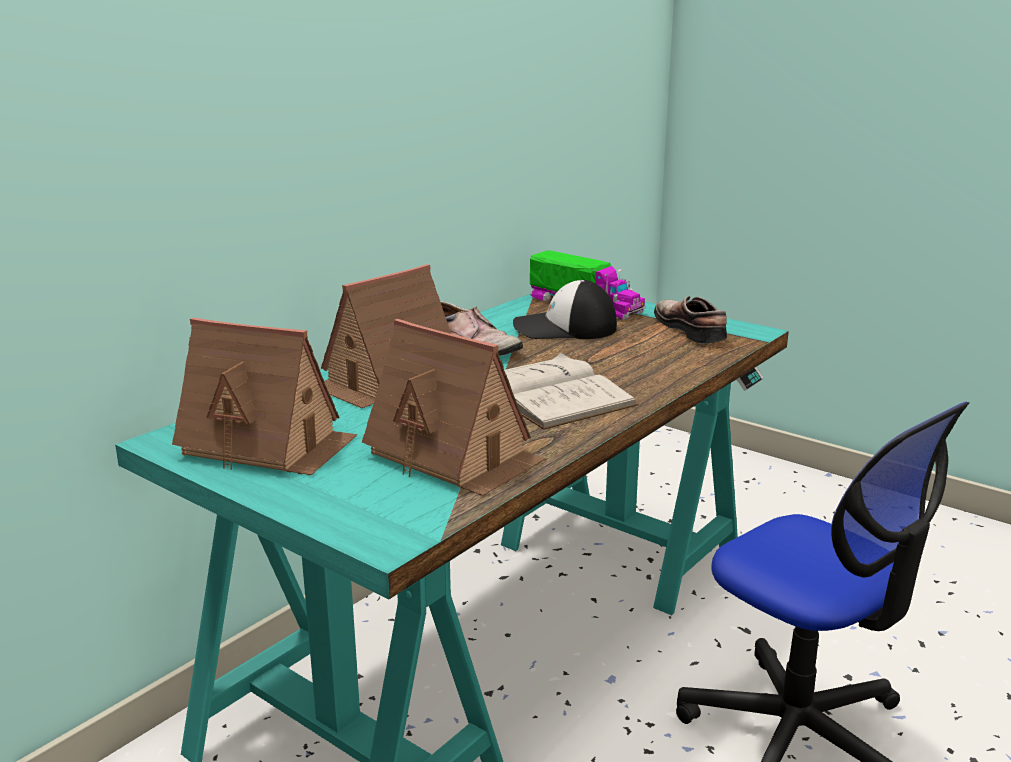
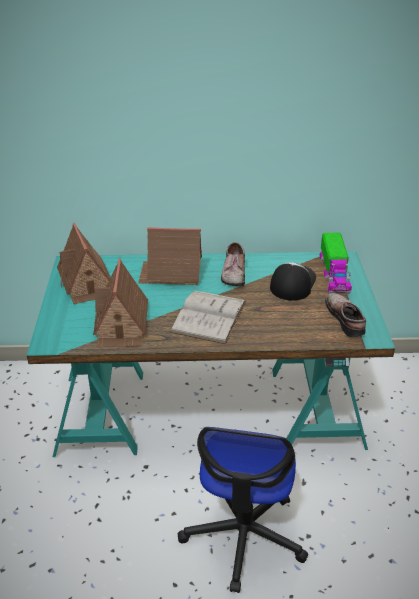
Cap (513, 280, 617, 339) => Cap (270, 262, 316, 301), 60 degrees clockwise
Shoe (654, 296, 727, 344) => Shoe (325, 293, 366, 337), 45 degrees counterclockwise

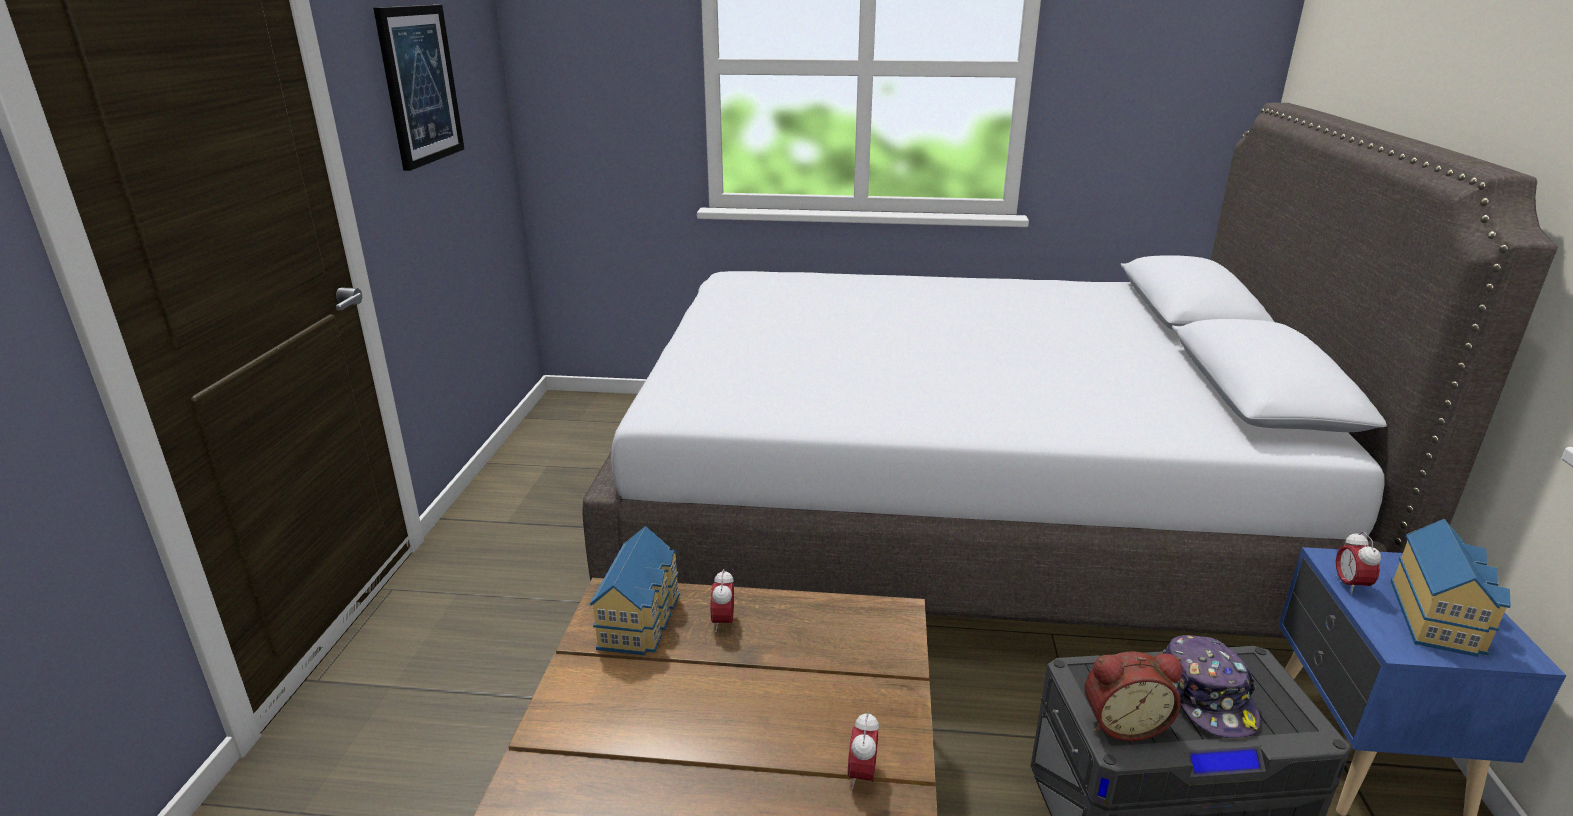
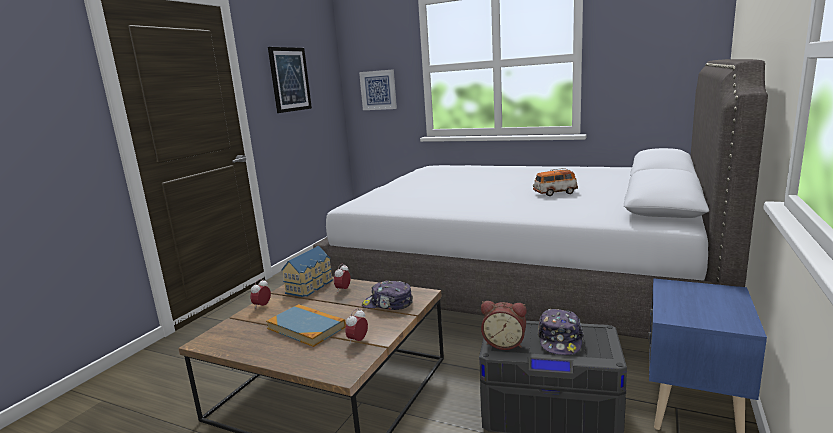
AlarmClock (1335, 531, 1381, 595) => AlarmClock (250, 279, 271, 309), moved
ToyHouse (1391, 519, 1511, 657) => nothing
nothing => Book (266, 304, 346, 347)
nothing => Picture (359, 69, 397, 110)
nothing => Cap (362, 280, 413, 310)
nothing => ToyCar (533, 168, 578, 196)

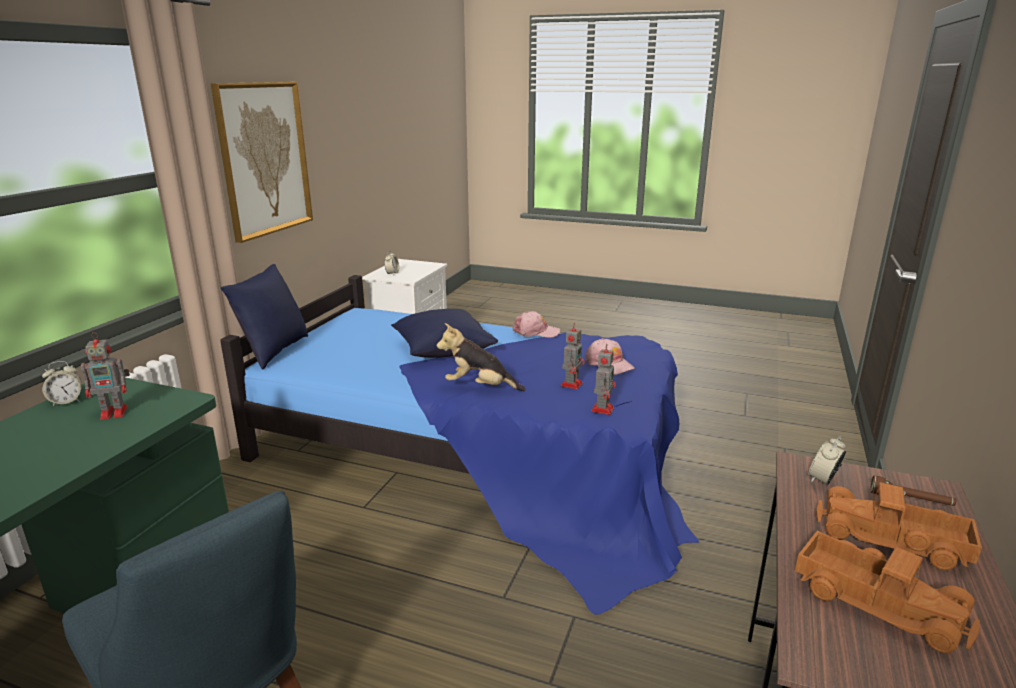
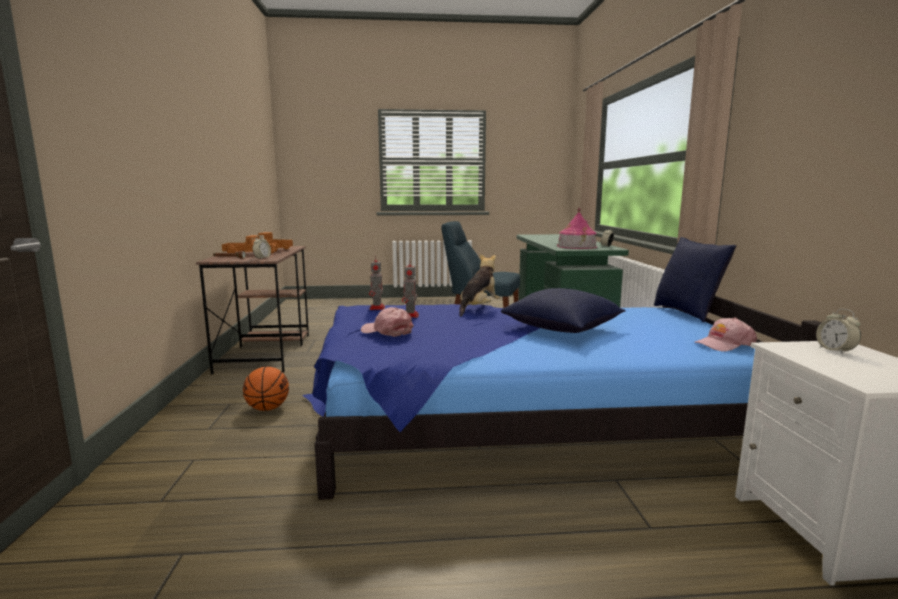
ToyRobot (81, 332, 130, 420) => ToyHouse (557, 208, 597, 249)
Picture (211, 82, 313, 243) => nothing
PlushToy (437, 323, 526, 391) => PlushToy (459, 254, 500, 316), 45 degrees counterclockwise
PinkCap (513, 311, 561, 338) => PinkCap (694, 317, 757, 352), moved
nothing => Basketball (243, 367, 289, 411)

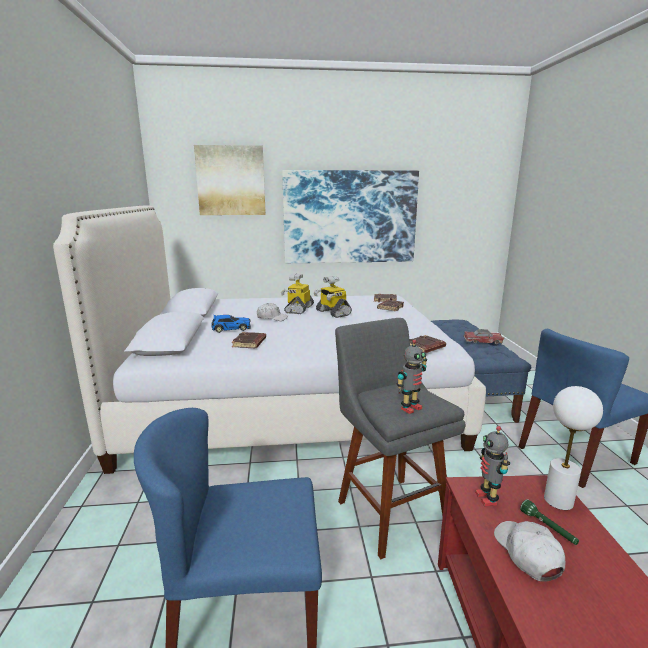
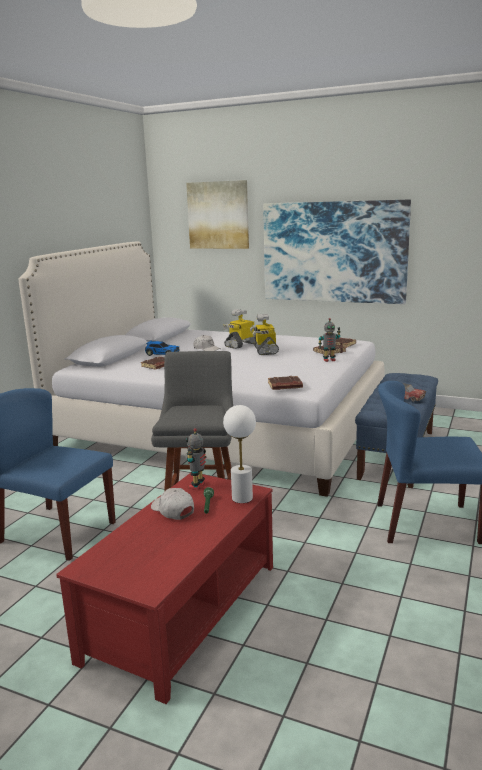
ToyRobot (397, 339, 427, 414) => ToyRobot (318, 318, 341, 362), moved
WhiteCap (494, 521, 565, 582) => WhiteCap (151, 488, 194, 520), 60 degrees counterclockwise

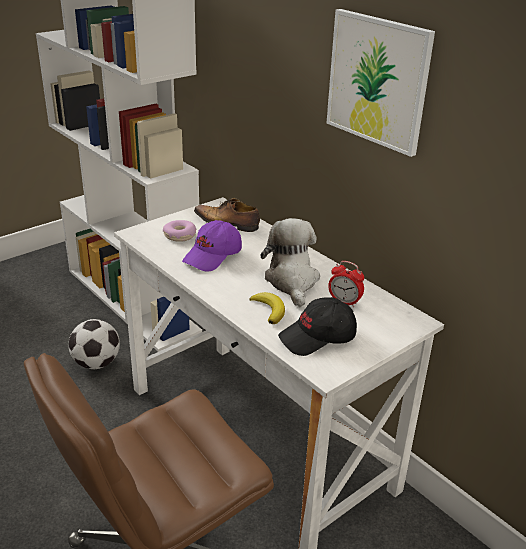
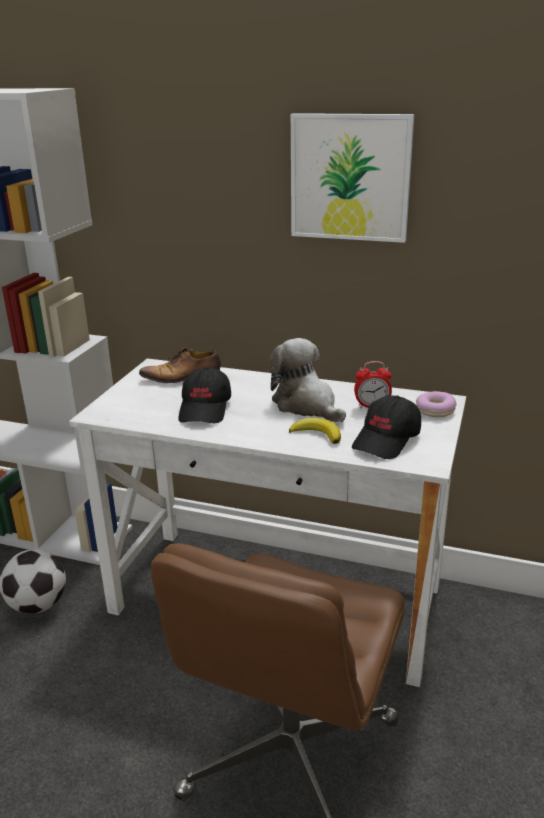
Donut (163, 220, 196, 242) => Donut (416, 391, 456, 417), moved
PurpleCap (182, 220, 242, 272) => BlackCap (178, 367, 231, 423)

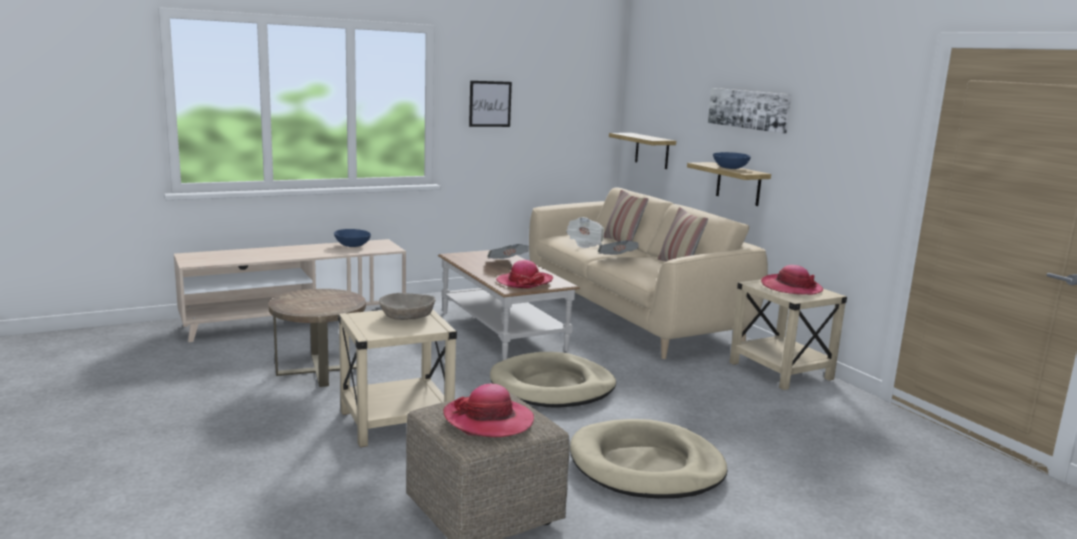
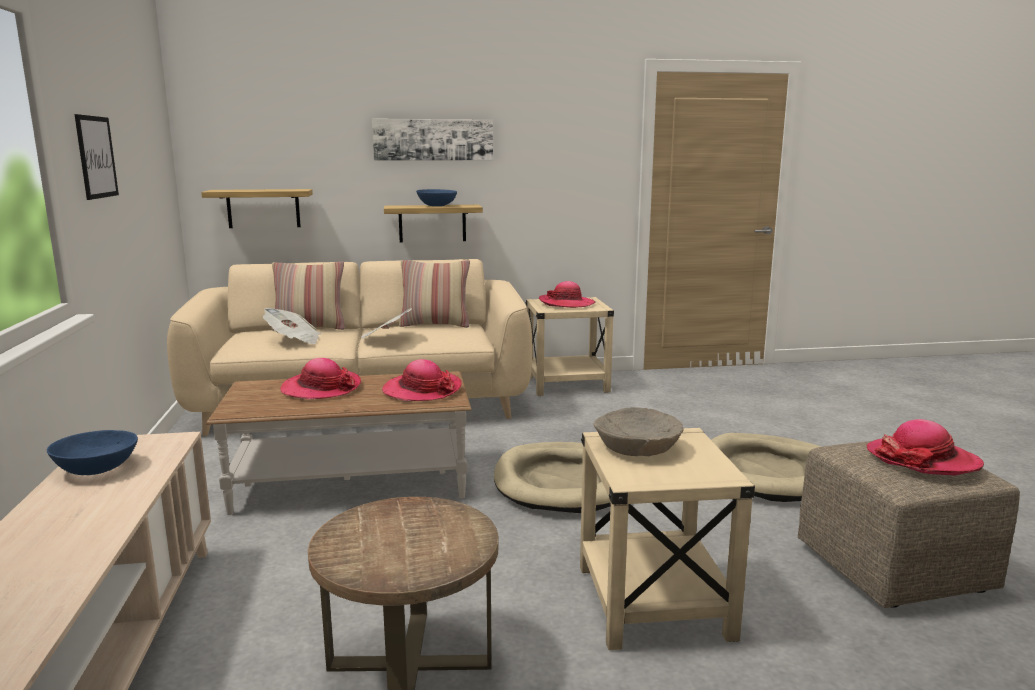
Newspaper (487, 244, 529, 259) => Hat (280, 358, 361, 399)

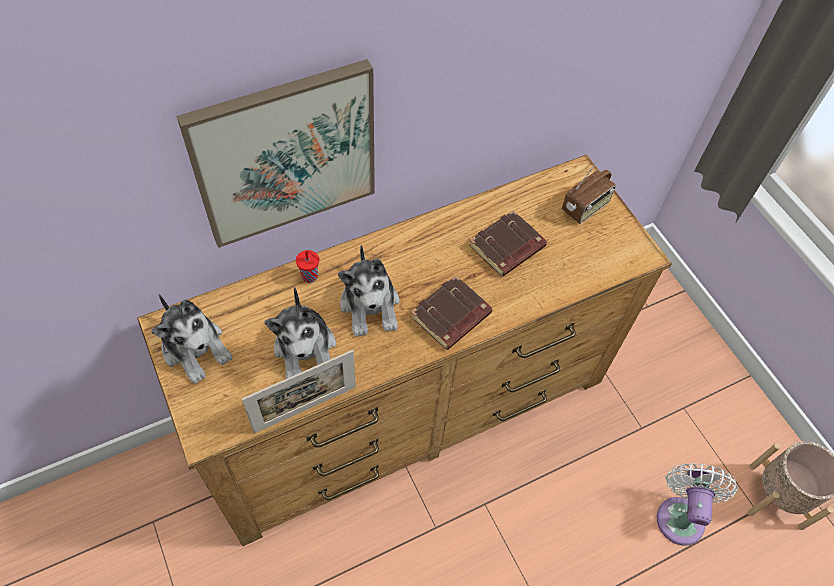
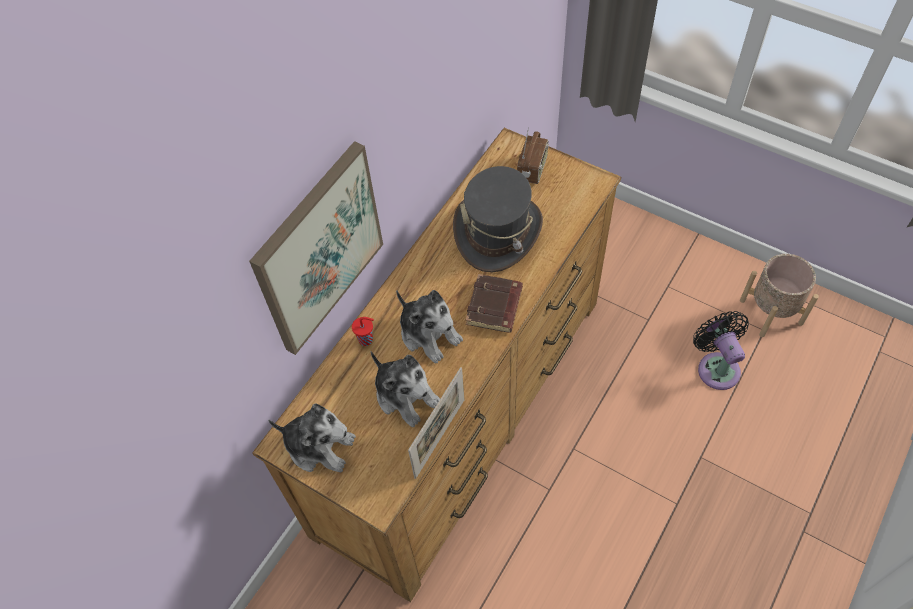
BrownBook (469, 210, 547, 277) => GreyHat (453, 166, 543, 273)
WhiteFan (657, 463, 737, 545) => BlackFan (693, 311, 749, 390)

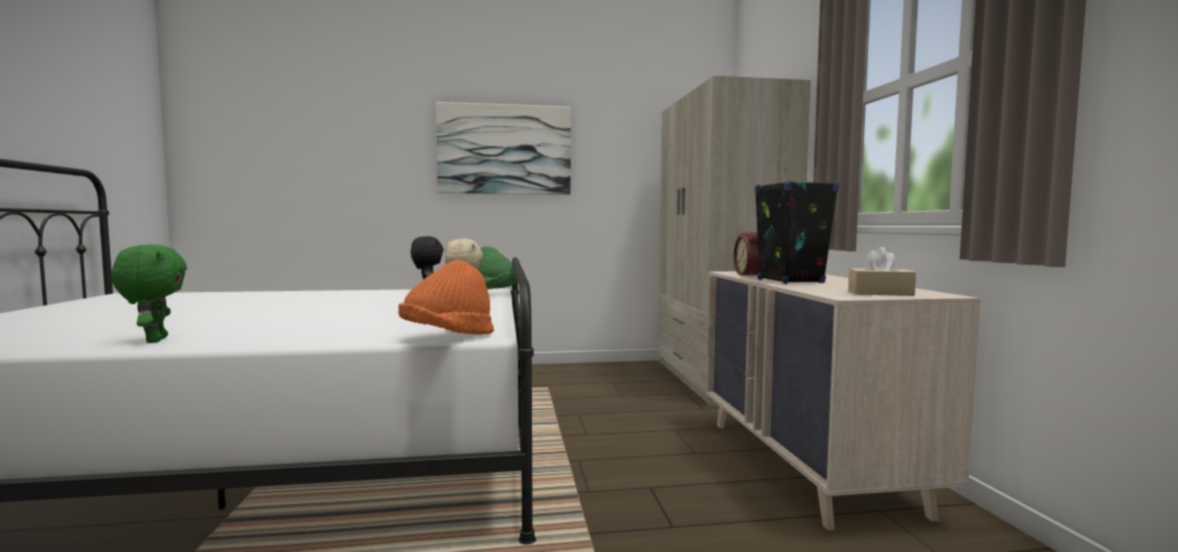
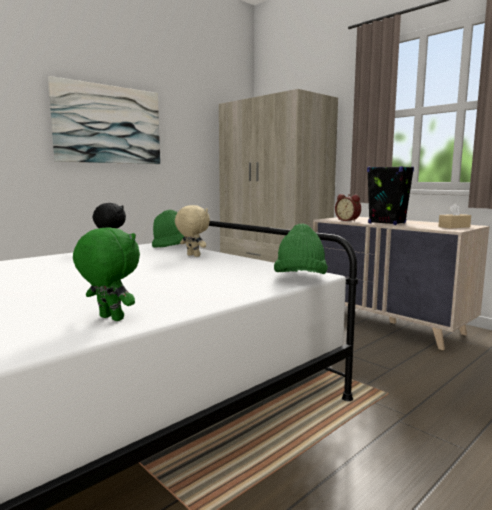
OrangeHat (398, 260, 494, 335) => GreenHat (274, 224, 328, 274)

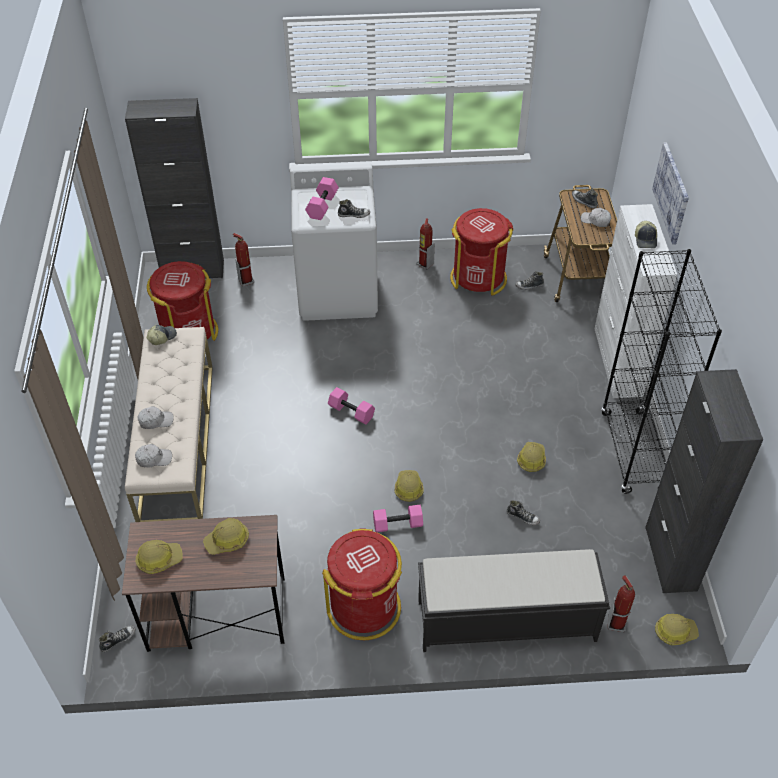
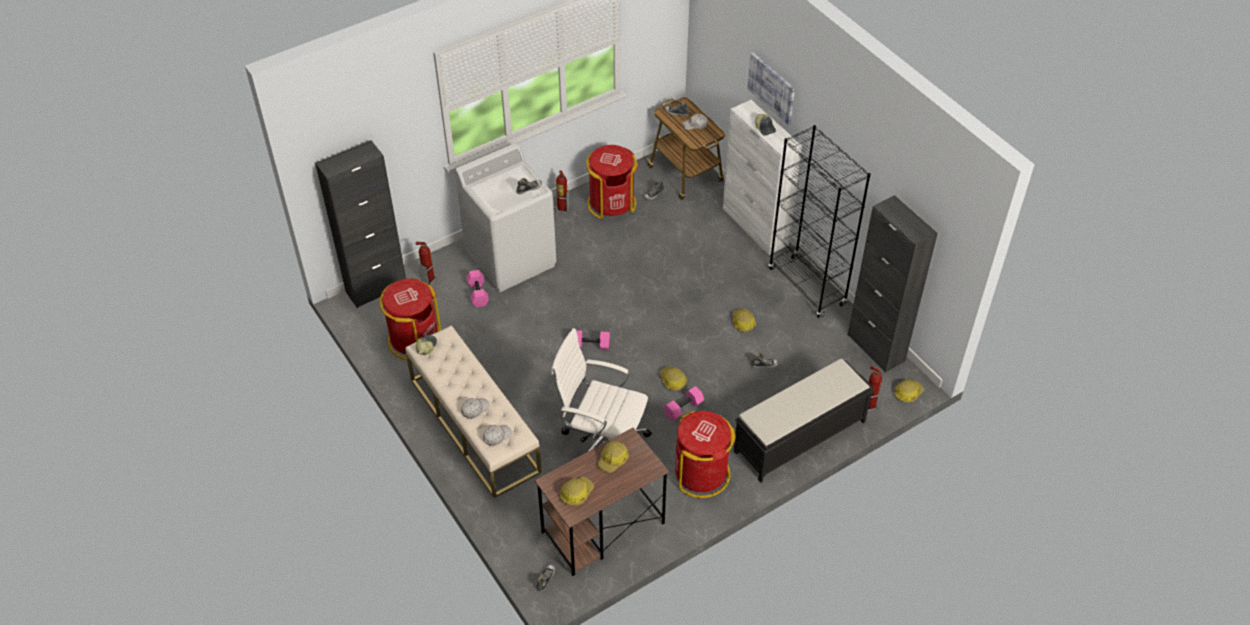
PinkDumbbell (305, 177, 339, 220) => PinkDumbbell (466, 270, 489, 307), moved
nothing => WhiteOfficeChair (551, 328, 652, 451)

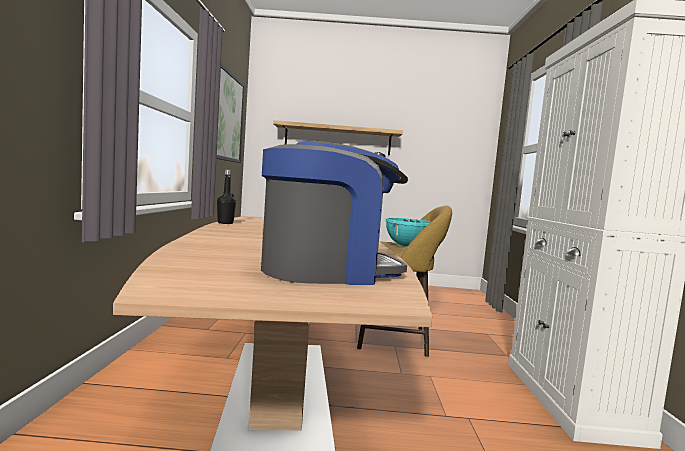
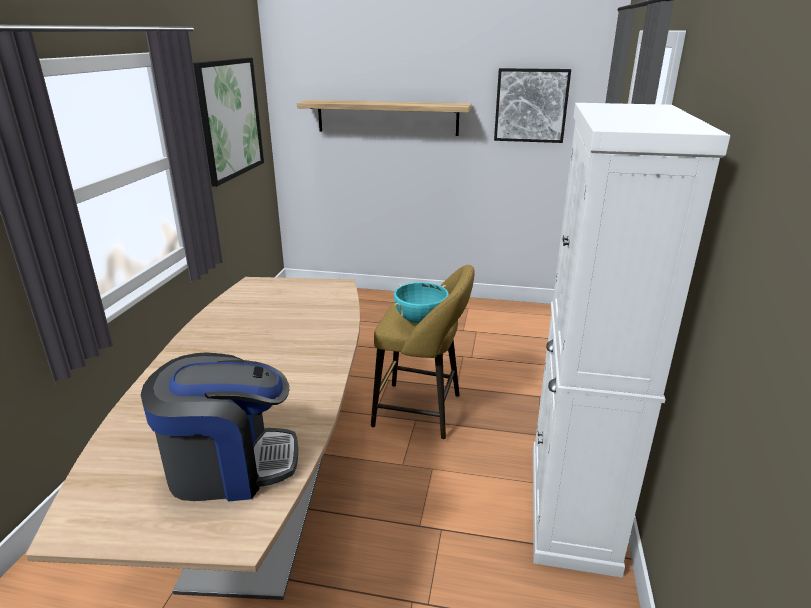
BlackBottle (217, 170, 236, 224) => nothing
nothing => Picture (494, 68, 571, 143)

